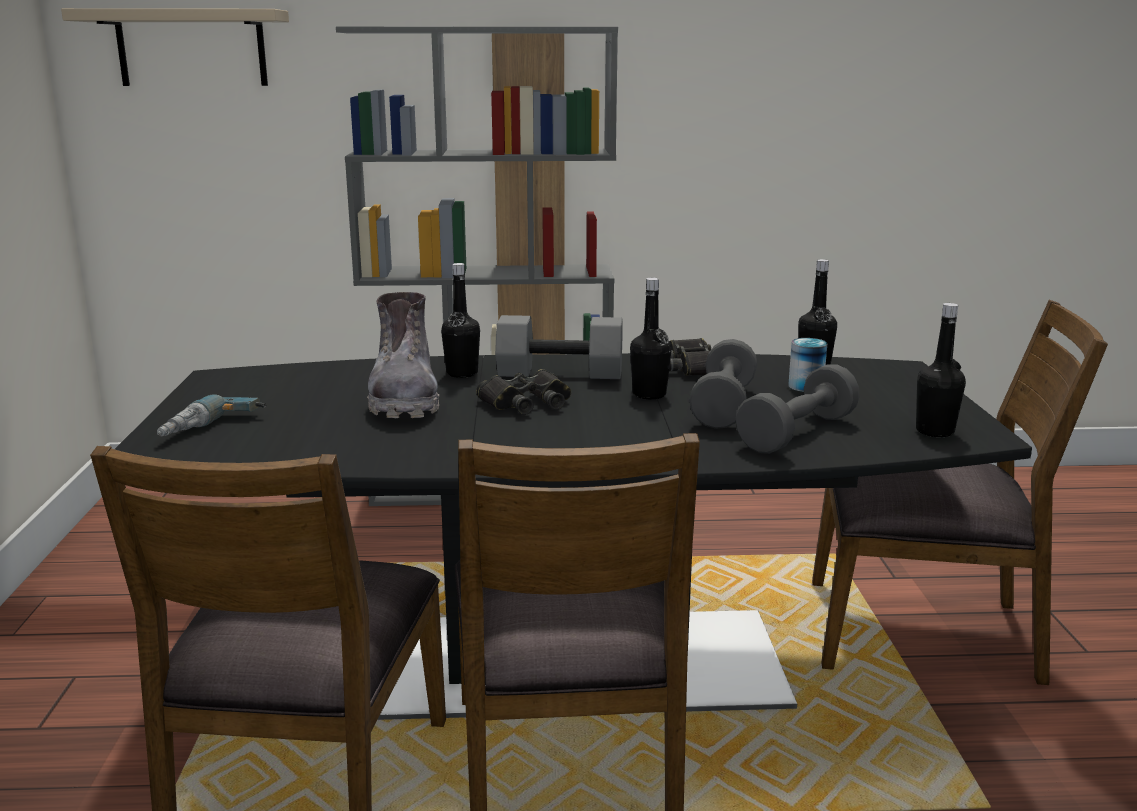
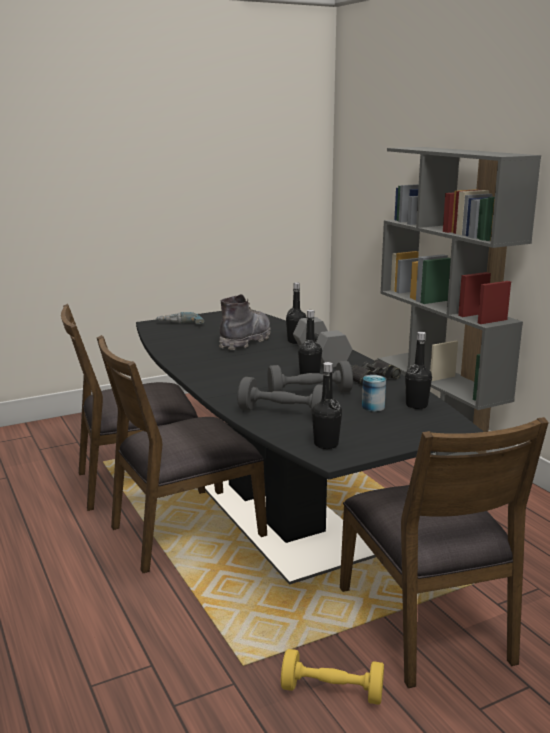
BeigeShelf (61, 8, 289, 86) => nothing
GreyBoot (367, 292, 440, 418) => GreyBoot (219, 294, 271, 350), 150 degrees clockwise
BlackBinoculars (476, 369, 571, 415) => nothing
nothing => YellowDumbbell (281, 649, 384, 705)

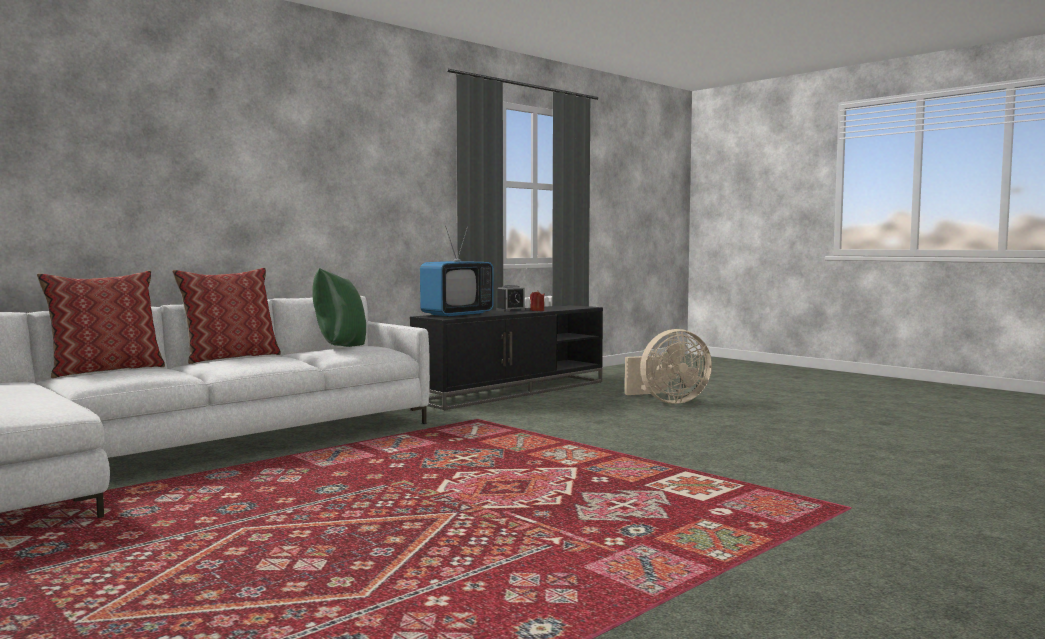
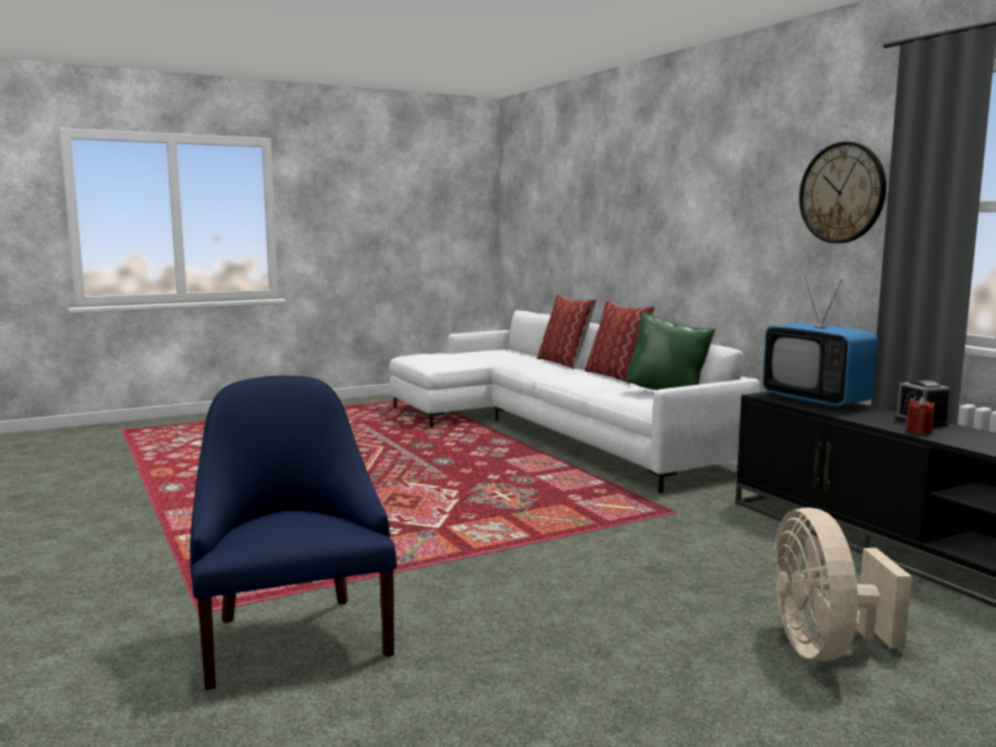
nothing => BlueArmchair (190, 376, 397, 690)
nothing => WallClock (799, 142, 886, 243)

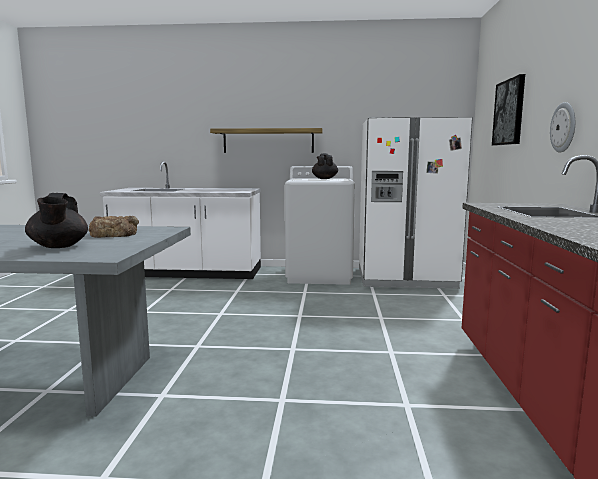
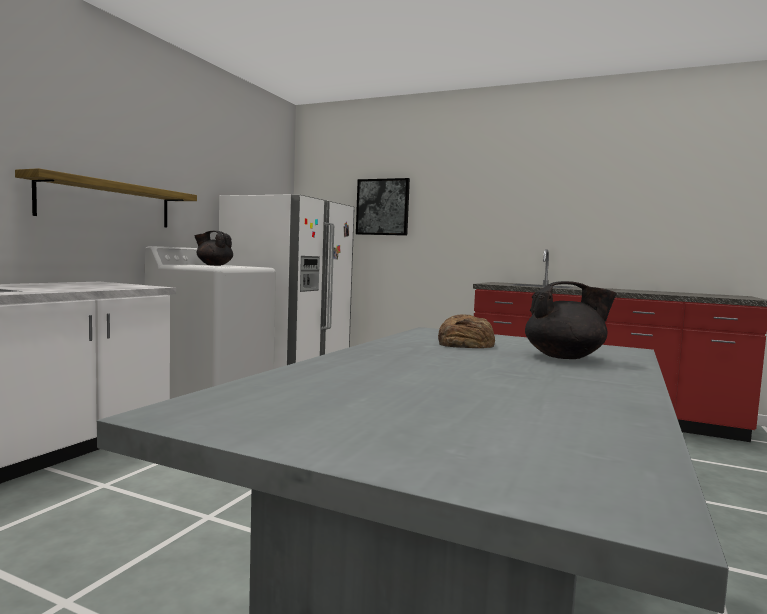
WallClock (550, 102, 575, 153) => nothing

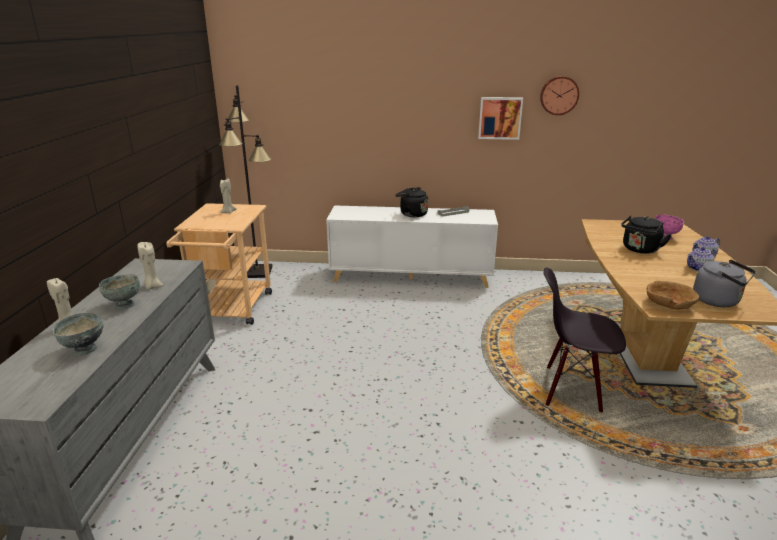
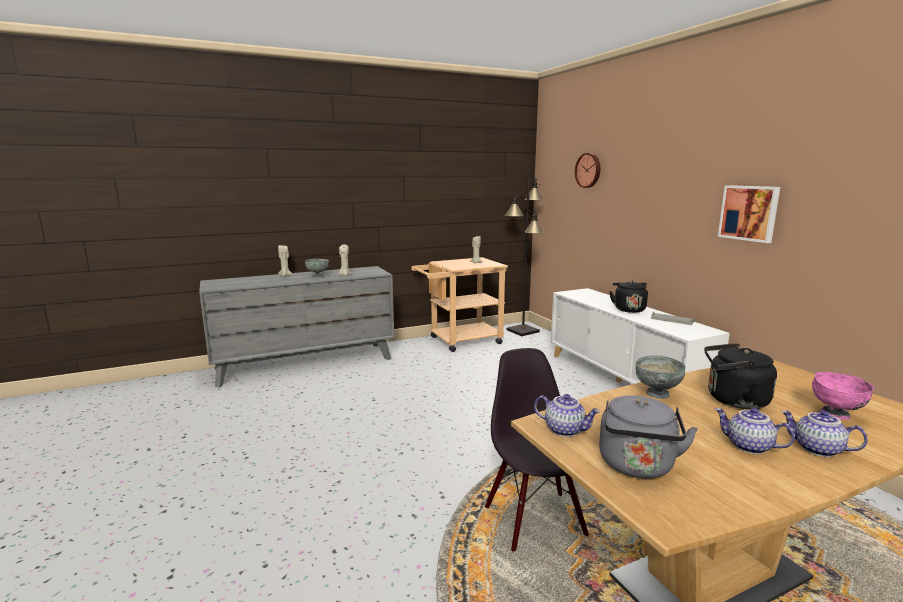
GreyBowl (53, 313, 104, 355) => GreyBowl (635, 355, 686, 399), moved
WallClock (540, 76, 579, 115) => WallClock (575, 153, 600, 188), moved
BrownBowl (647, 281, 699, 310) => Teapot (534, 394, 600, 437)

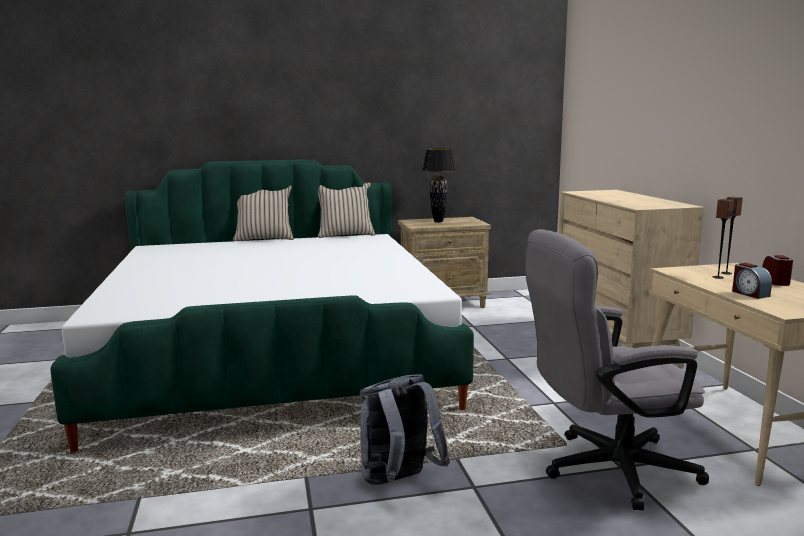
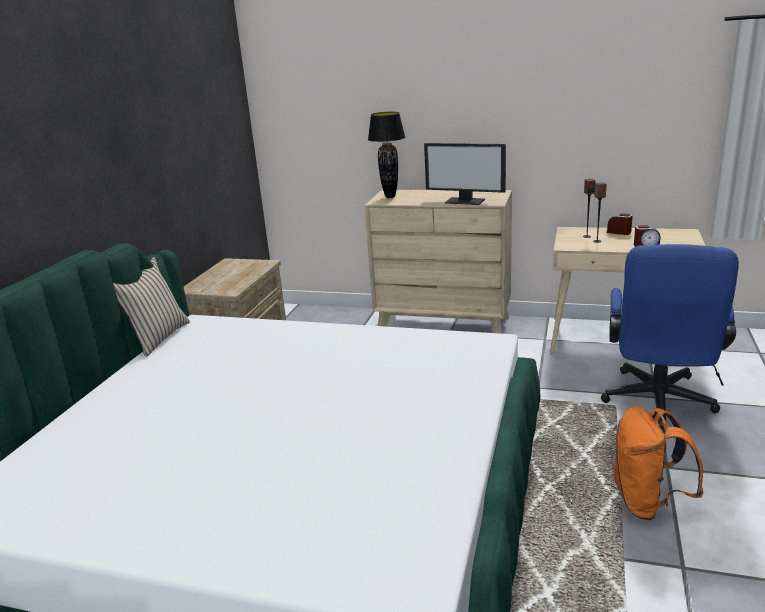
BeigePillow (233, 186, 294, 241) => nothing
GreyBackpack (360, 374, 450, 485) => OrangeBackpack (613, 406, 703, 520)
BlackTableLamp (422, 149, 455, 222) => BlackTableLamp (368, 112, 405, 198), moved
GreyOfficeChair (525, 229, 709, 510) => BlueOfficeChair (601, 244, 739, 429)
nothing => Monitor (424, 143, 506, 205)

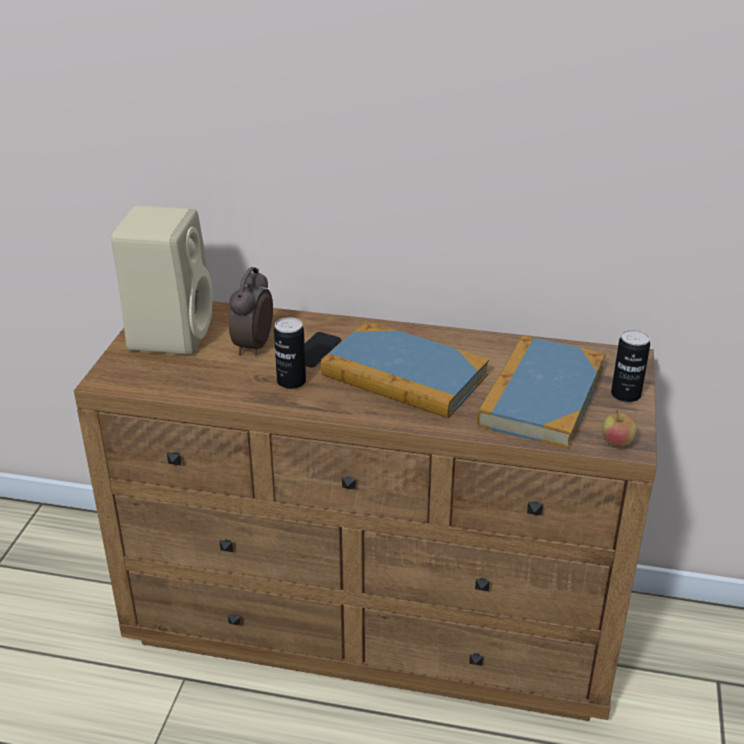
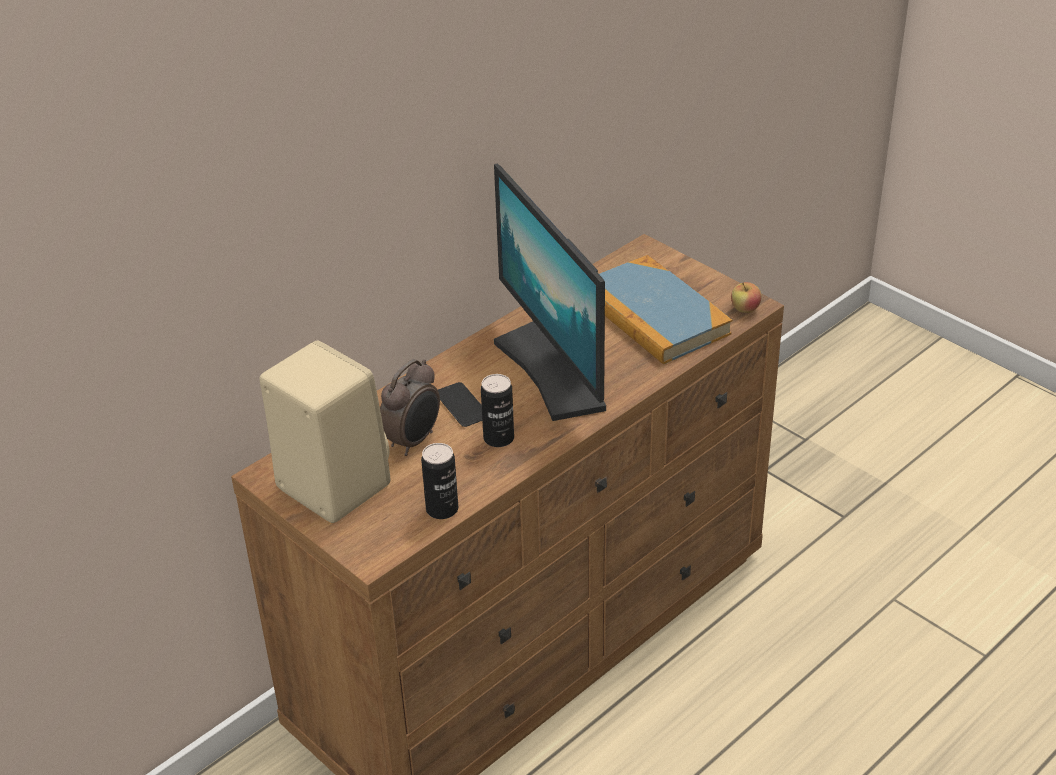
AlarmClock (229, 267, 273, 355) => AlarmClock (380, 359, 440, 456), 105 degrees counterclockwise
Book (321, 322, 489, 418) => Monitor (494, 164, 606, 421)
Can (611, 329, 650, 402) => Can (421, 443, 458, 519), moved

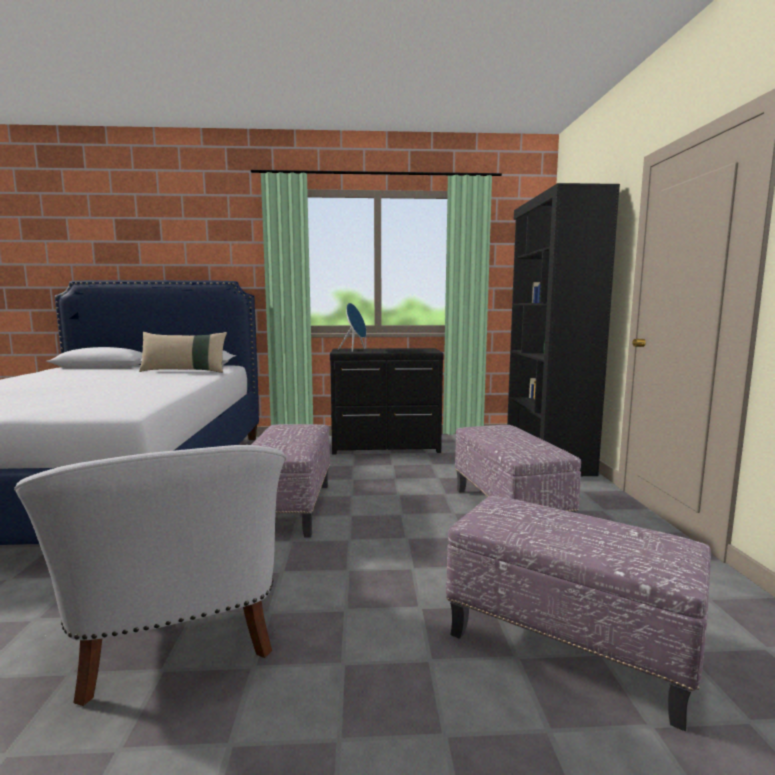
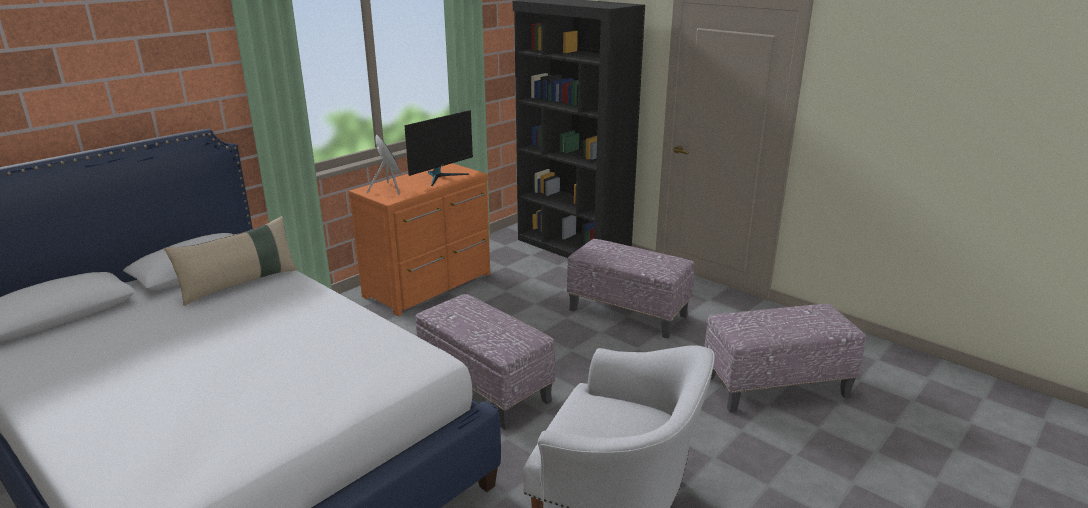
BlackDresser (330, 348, 444, 455) => OrangeDresser (349, 163, 490, 316)
nothing => Monitor (404, 110, 473, 186)

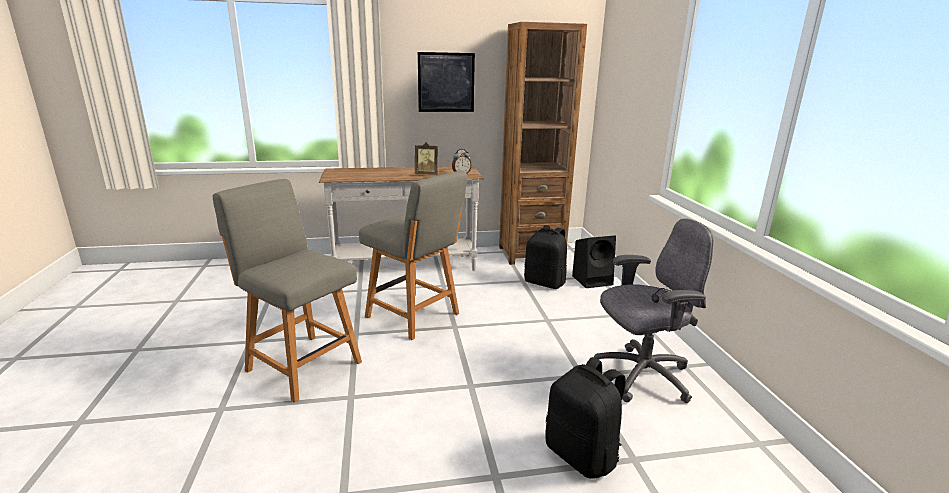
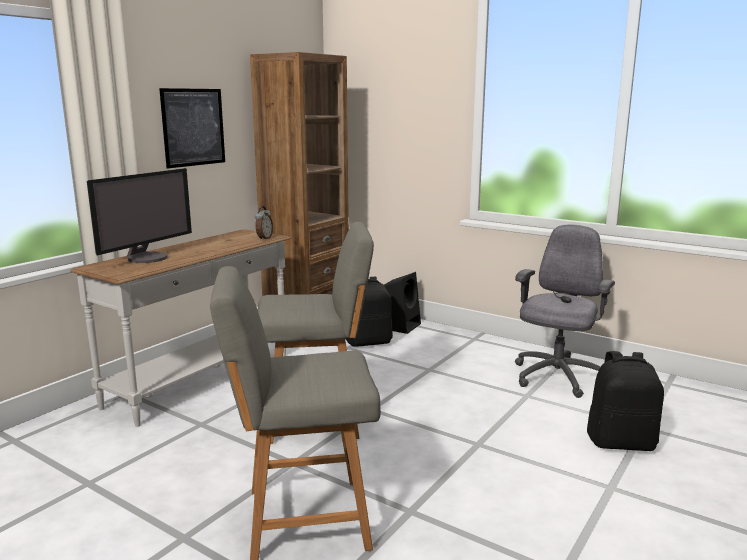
PictureFrame (415, 142, 438, 175) => nothing
nothing => Monitor (87, 168, 192, 263)

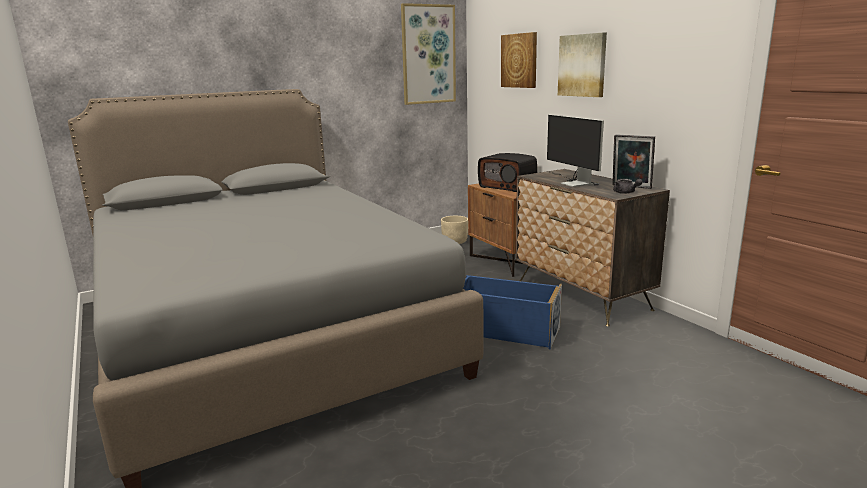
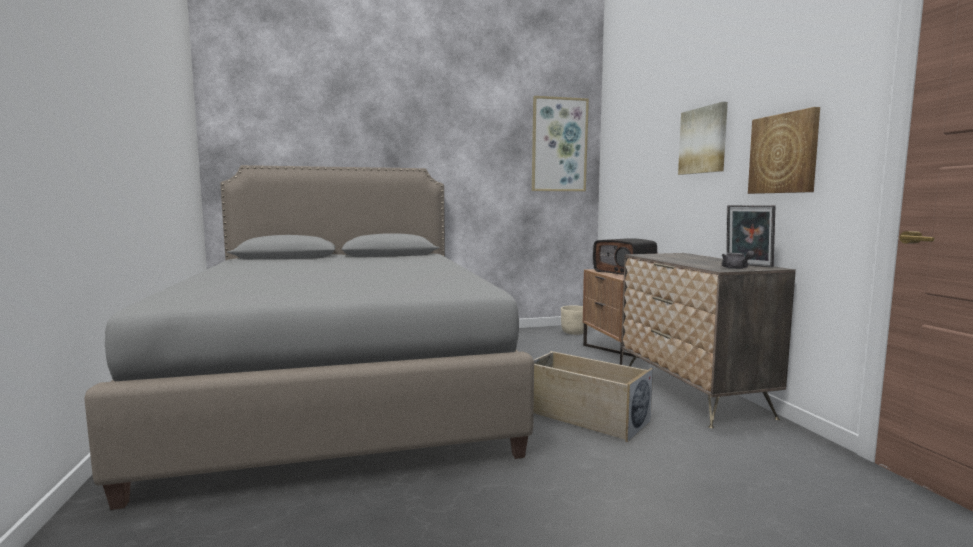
BlueStorageBox (463, 275, 562, 350) => BeigeStorageBox (534, 351, 653, 442)
Picture (501, 32, 537, 88) => Picture (748, 107, 820, 194), moved
Monitor (547, 115, 604, 187) => nothing

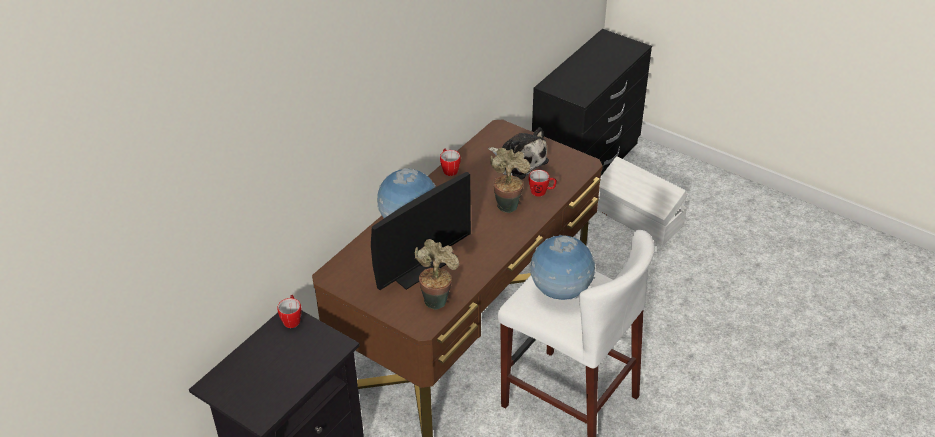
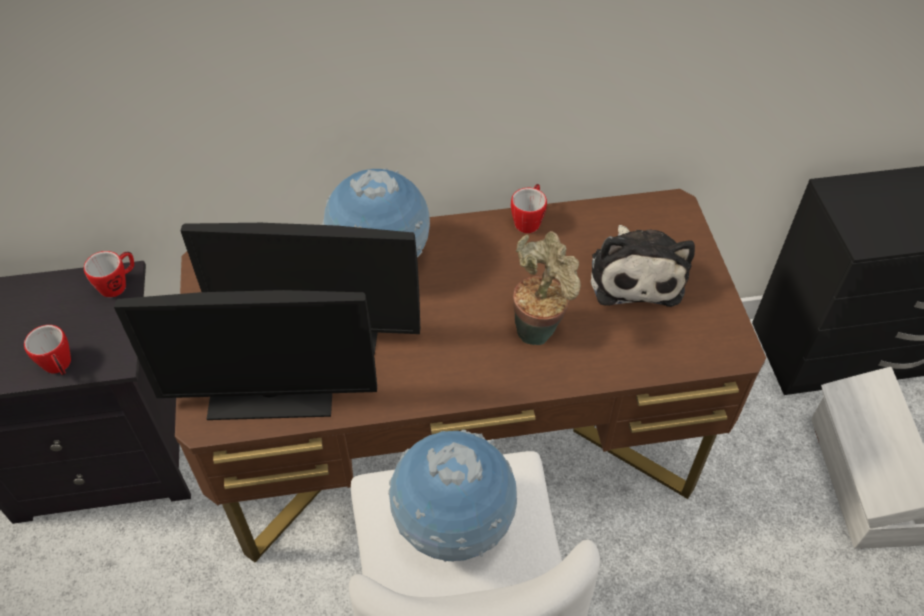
PottedPlant (415, 239, 459, 310) => Monitor (114, 290, 377, 420)
Mug (529, 170, 557, 197) => Mug (24, 325, 71, 375), moved

